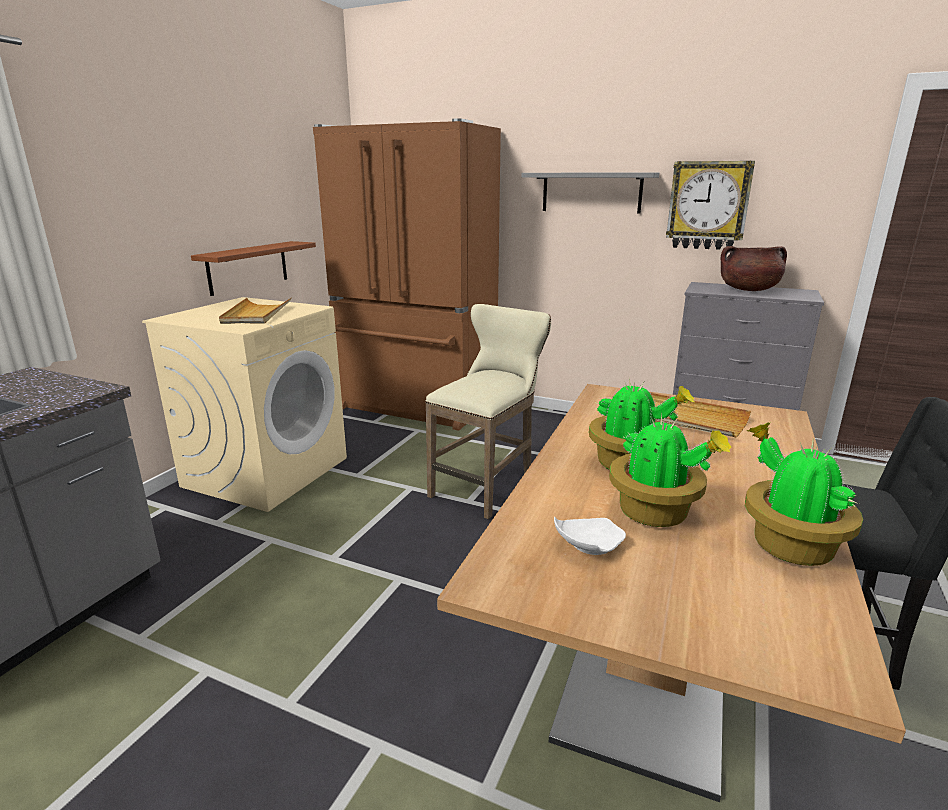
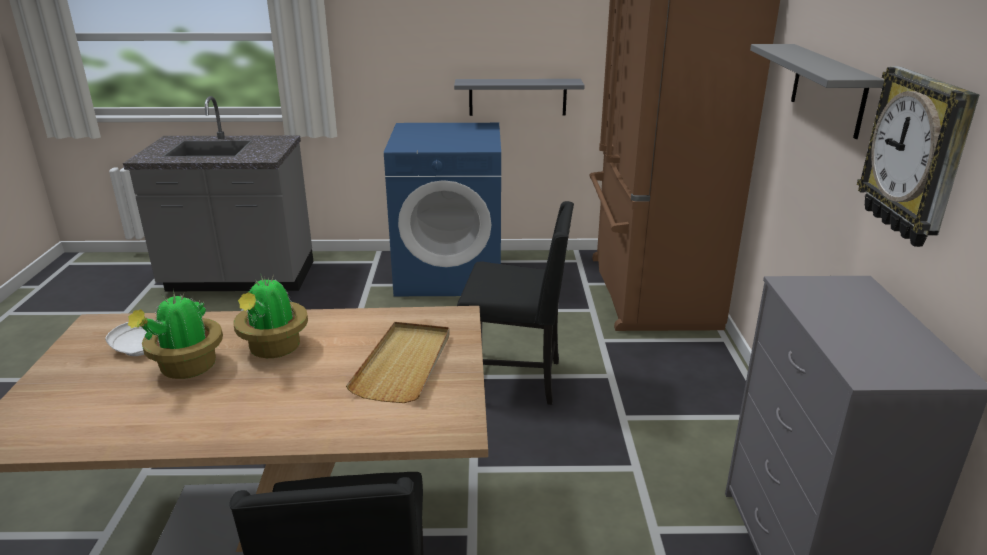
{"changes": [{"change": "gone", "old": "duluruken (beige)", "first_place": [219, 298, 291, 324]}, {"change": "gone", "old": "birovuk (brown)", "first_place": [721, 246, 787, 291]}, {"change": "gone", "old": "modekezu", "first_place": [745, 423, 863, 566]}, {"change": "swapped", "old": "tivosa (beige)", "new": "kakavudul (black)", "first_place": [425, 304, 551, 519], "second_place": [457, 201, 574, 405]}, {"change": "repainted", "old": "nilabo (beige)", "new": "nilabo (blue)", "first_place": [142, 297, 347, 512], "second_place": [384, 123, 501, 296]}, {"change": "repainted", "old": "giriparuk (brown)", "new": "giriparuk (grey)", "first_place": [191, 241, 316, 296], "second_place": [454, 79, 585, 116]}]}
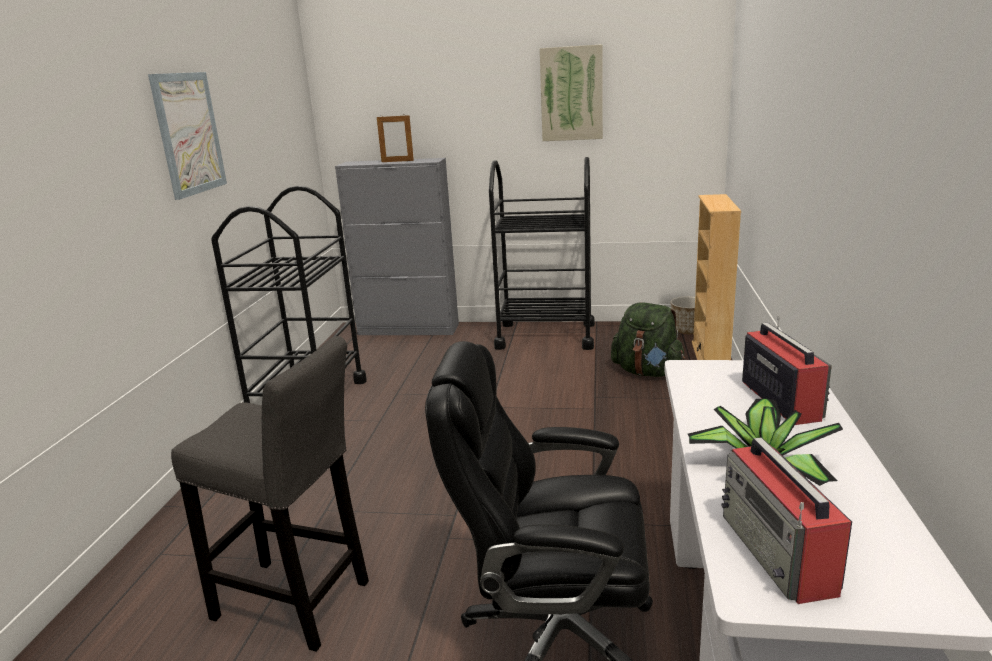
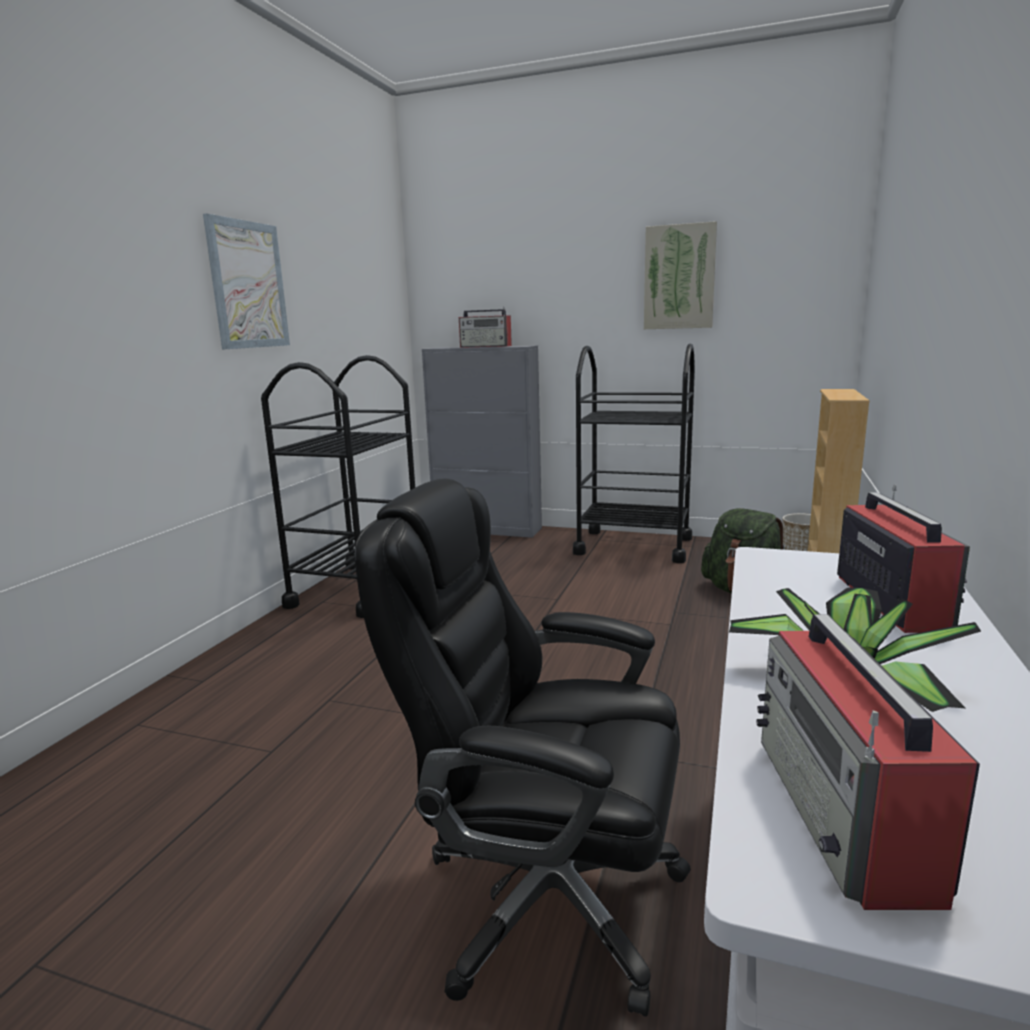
{"changes": [{"change": "gone", "old": "tivosa (grey)", "first_place": [171, 336, 369, 652]}, {"change": "swapped", "old": "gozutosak", "new": "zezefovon", "first_place": [377, 115, 414, 162], "second_place": [459, 307, 512, 348]}]}
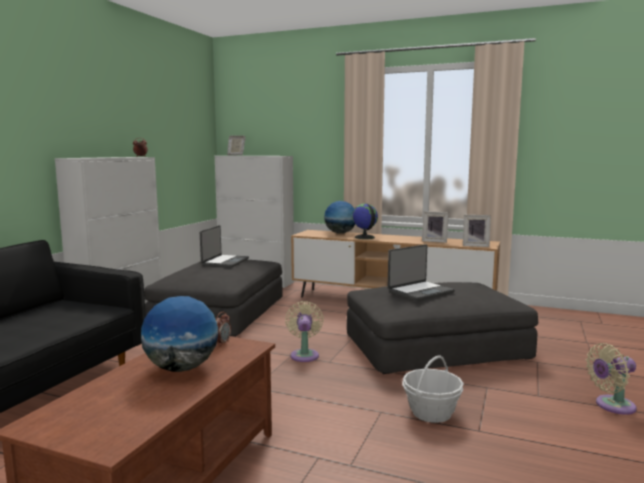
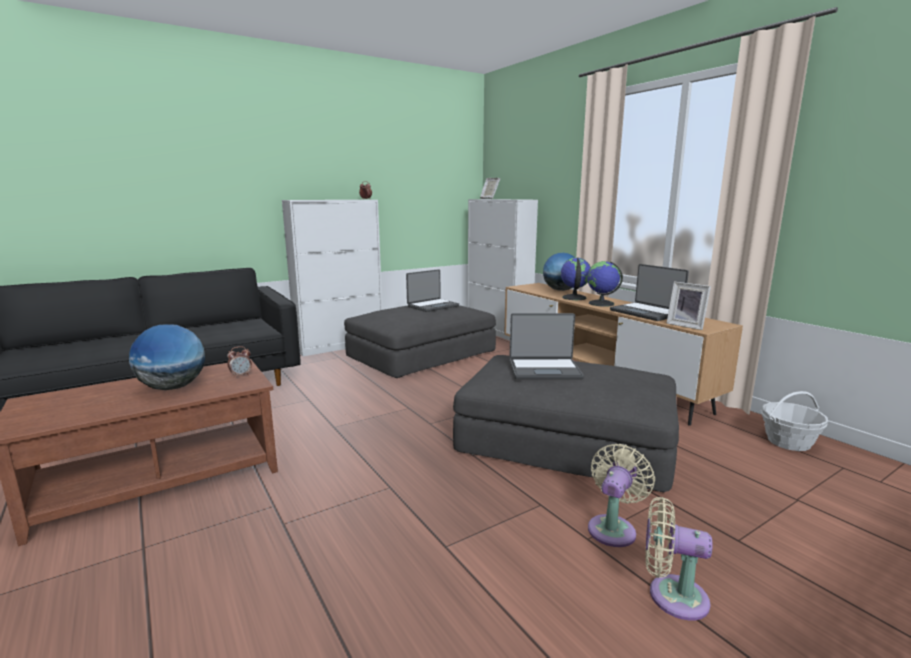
{"changes": [{"change": "new", "new": "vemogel", "second_place": [587, 261, 623, 307]}, {"change": "shifted", "old": "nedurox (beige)", "first_place": [285, 301, 324, 362], "second_place": [588, 444, 655, 547]}, {"change": "shifted", "old": "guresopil", "first_place": [402, 356, 464, 423], "second_place": [761, 391, 828, 451]}, {"change": "swapped", "old": "gozutosak", "new": "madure", "first_place": [422, 211, 449, 243], "second_place": [610, 264, 689, 321]}]}
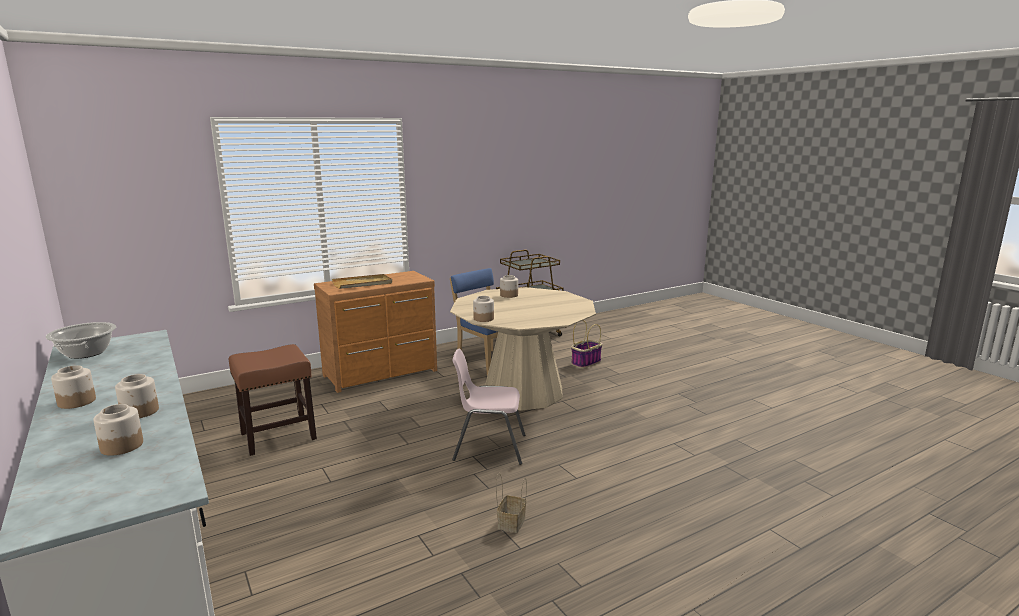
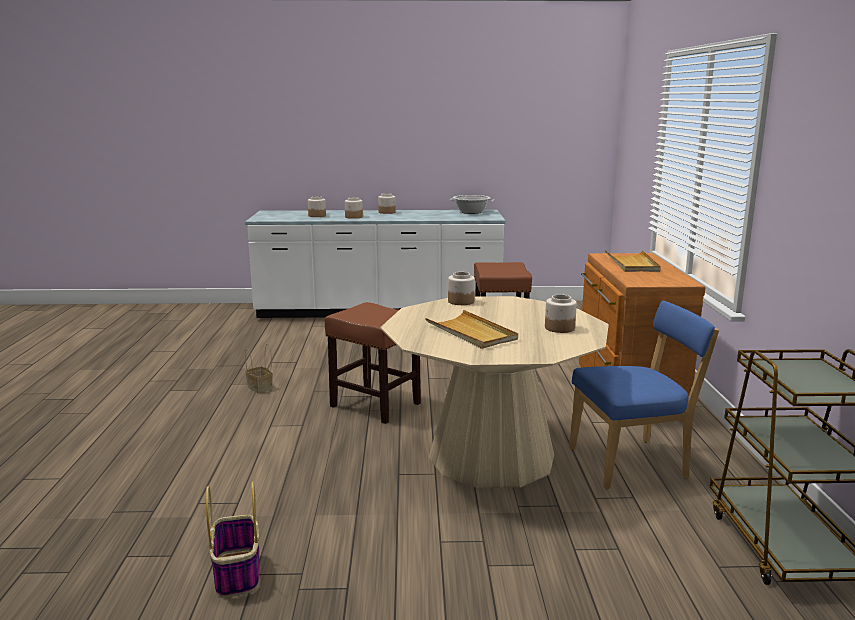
{"changes": [{"change": "new", "new": "duluruken (beige)", "second_place": [425, 310, 518, 349]}, {"change": "shifted", "old": "guresopil", "first_place": [571, 320, 603, 368], "second_place": [206, 481, 259, 598]}, {"change": "swapped", "old": "kakavudul (pink)", "new": "tivosa (brown)", "first_place": [452, 348, 525, 465], "second_place": [324, 302, 421, 424]}]}
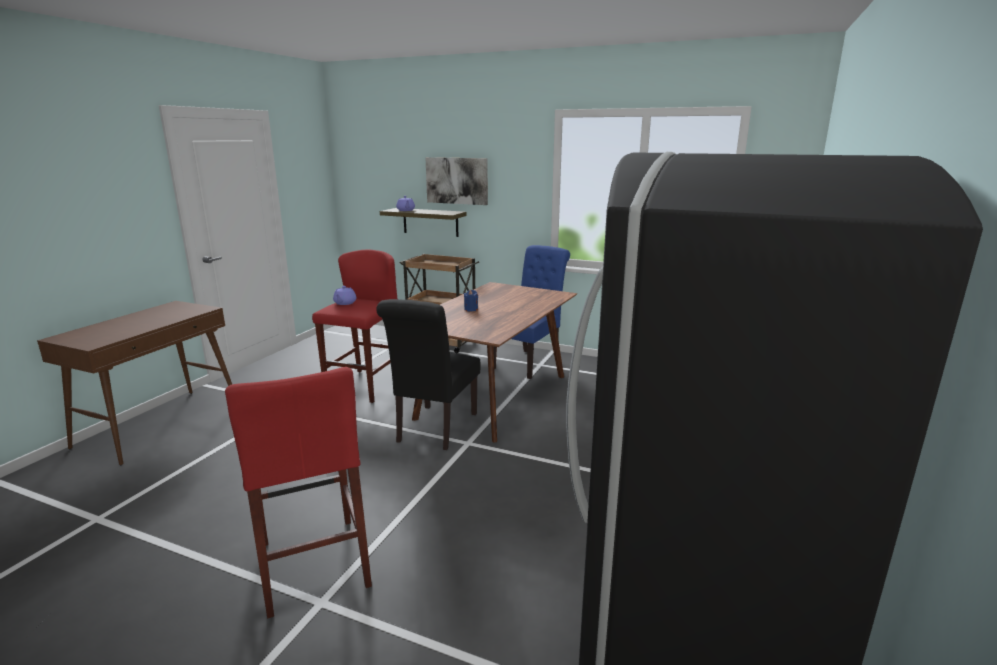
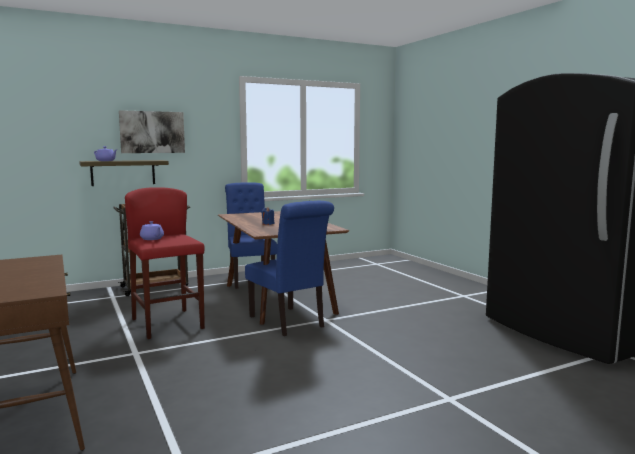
{"changes": [{"change": "gone", "old": "tivosa (red)", "first_place": [225, 367, 372, 618]}, {"change": "repainted", "old": "kakavudul (black)", "new": "kakavudul (blue)", "first_place": [376, 299, 480, 450], "second_place": [245, 201, 334, 336]}]}
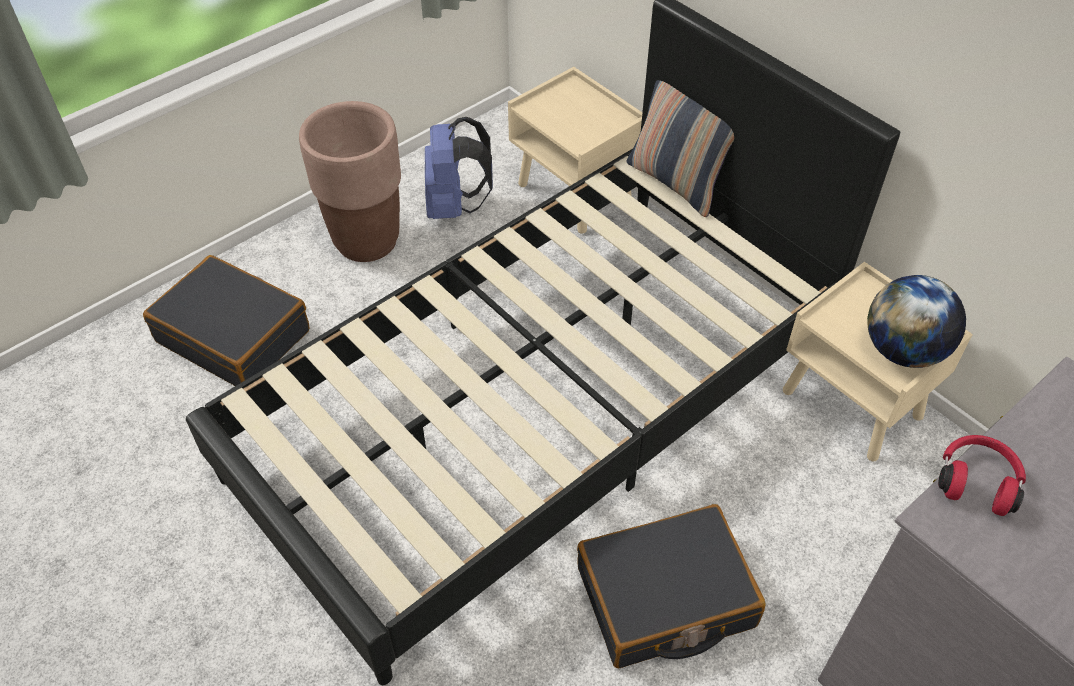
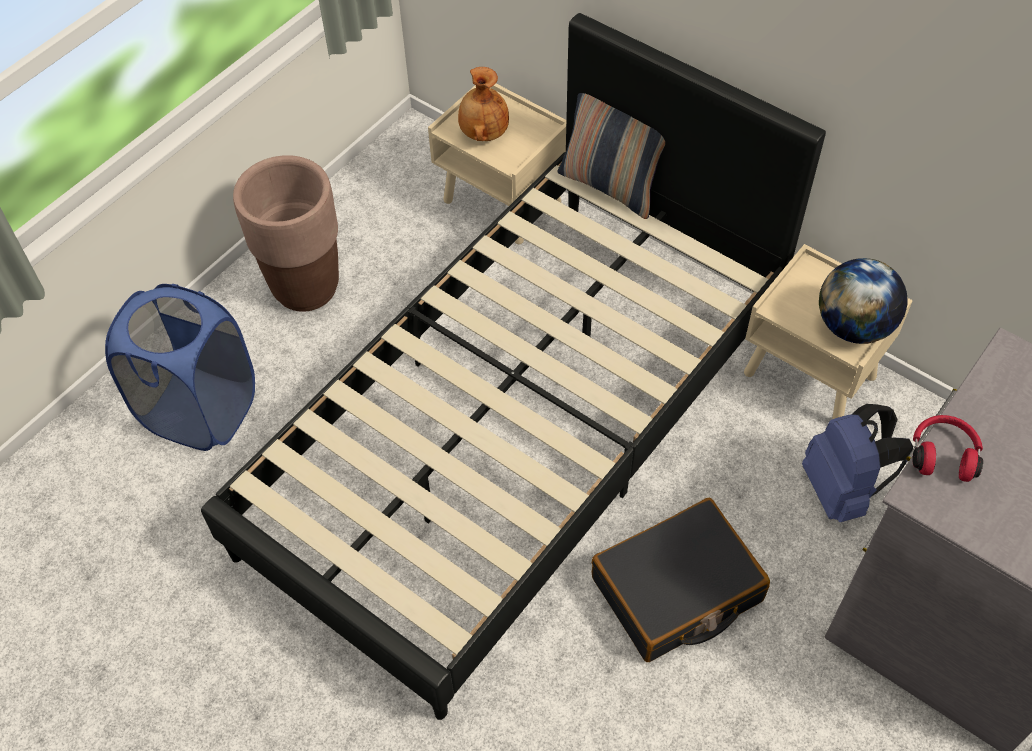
{"changes": [{"change": "new", "new": "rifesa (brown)", "second_place": [458, 67, 509, 141]}, {"change": "shifted", "old": "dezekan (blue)", "first_place": [425, 117, 493, 219], "second_place": [802, 404, 913, 522]}, {"change": "swapped", "old": "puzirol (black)", "new": "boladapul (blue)", "first_place": [143, 255, 310, 386], "second_place": [105, 284, 255, 451]}]}
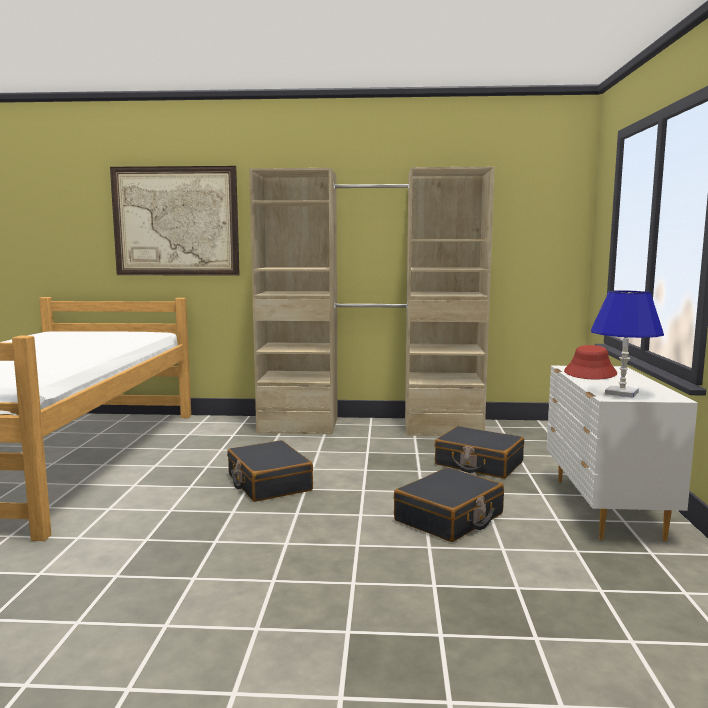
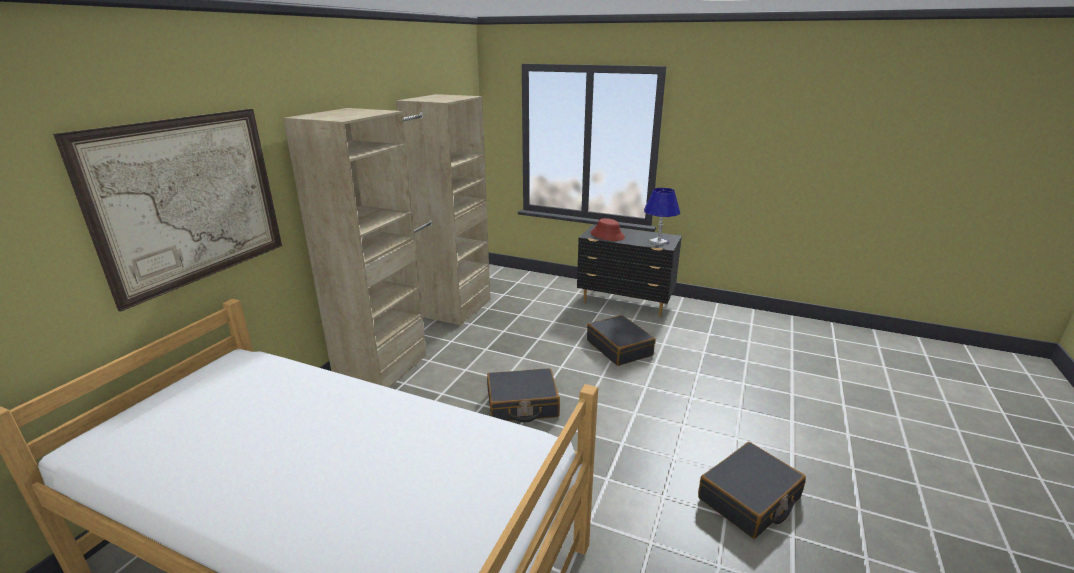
{"changes": [{"change": "shifted", "old": "puzirol (black)", "first_place": [434, 426, 524, 479], "second_place": [698, 442, 806, 539]}, {"change": "repainted", "old": "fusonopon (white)", "new": "fusonopon (black)", "first_place": [546, 366, 698, 541], "second_place": [577, 224, 682, 317]}]}
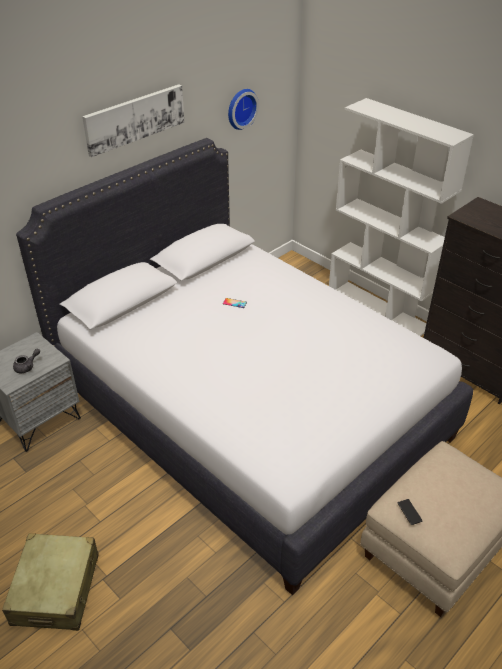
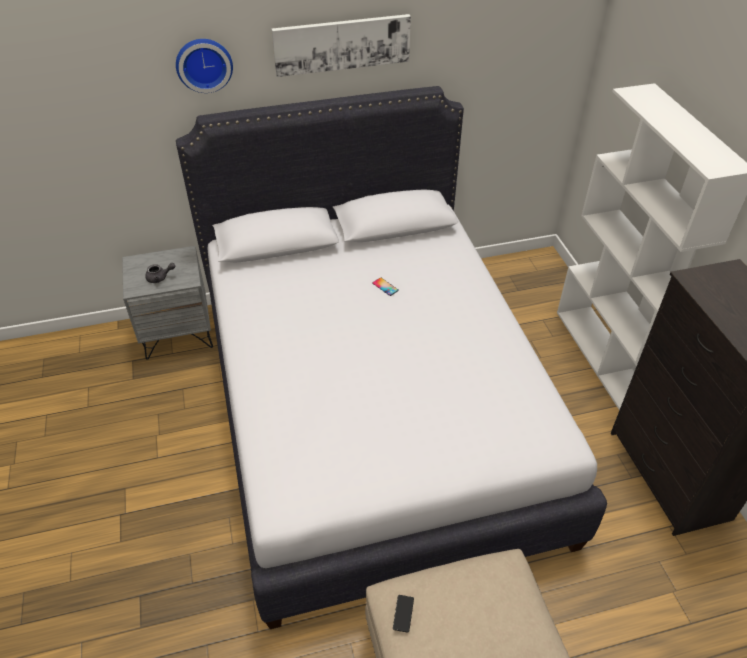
{"changes": [{"change": "gone", "old": "puzirol (beige)", "first_place": [2, 533, 99, 631]}, {"change": "shifted", "old": "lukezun", "first_place": [228, 89, 259, 130], "second_place": [176, 39, 233, 93]}]}
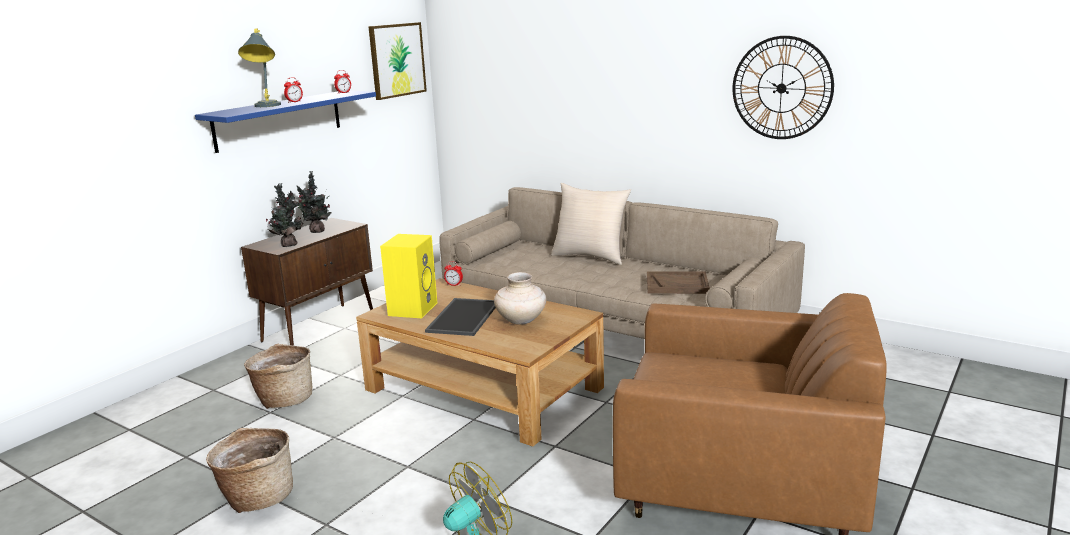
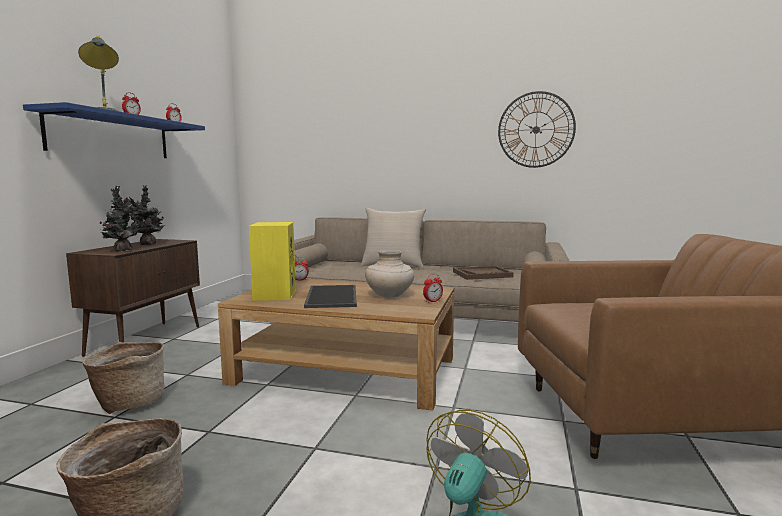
{"changes": [{"change": "gone", "old": "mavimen", "first_place": [368, 22, 427, 100]}, {"change": "new", "new": "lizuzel", "second_place": [423, 274, 443, 303]}]}
